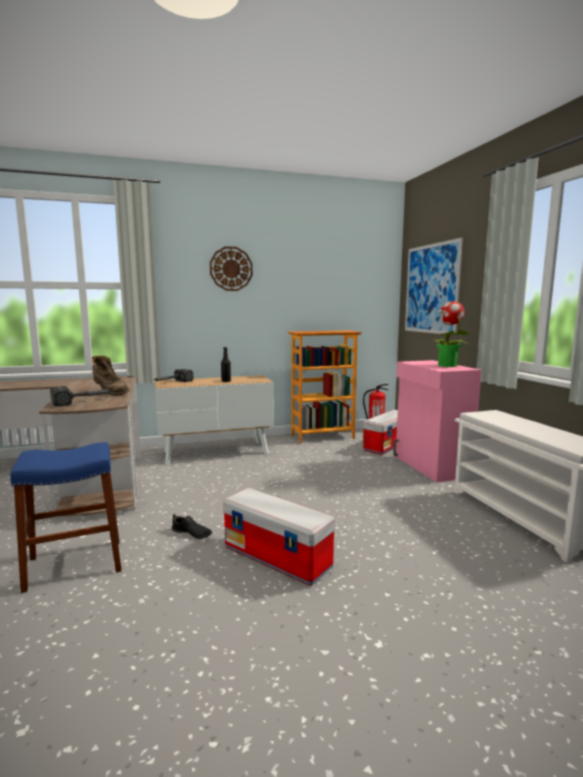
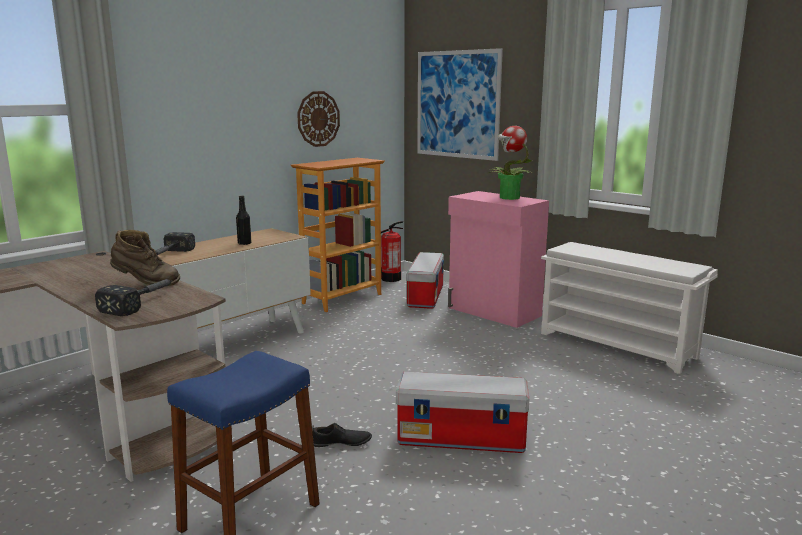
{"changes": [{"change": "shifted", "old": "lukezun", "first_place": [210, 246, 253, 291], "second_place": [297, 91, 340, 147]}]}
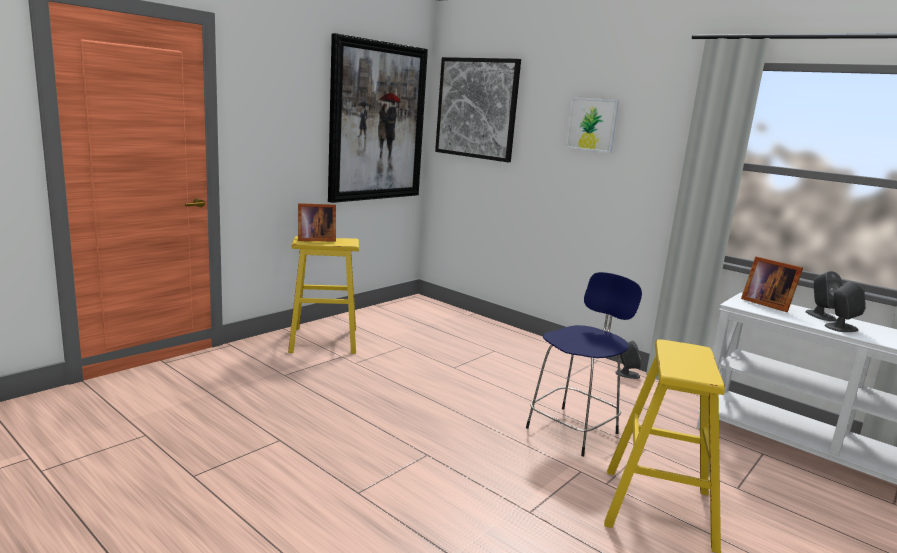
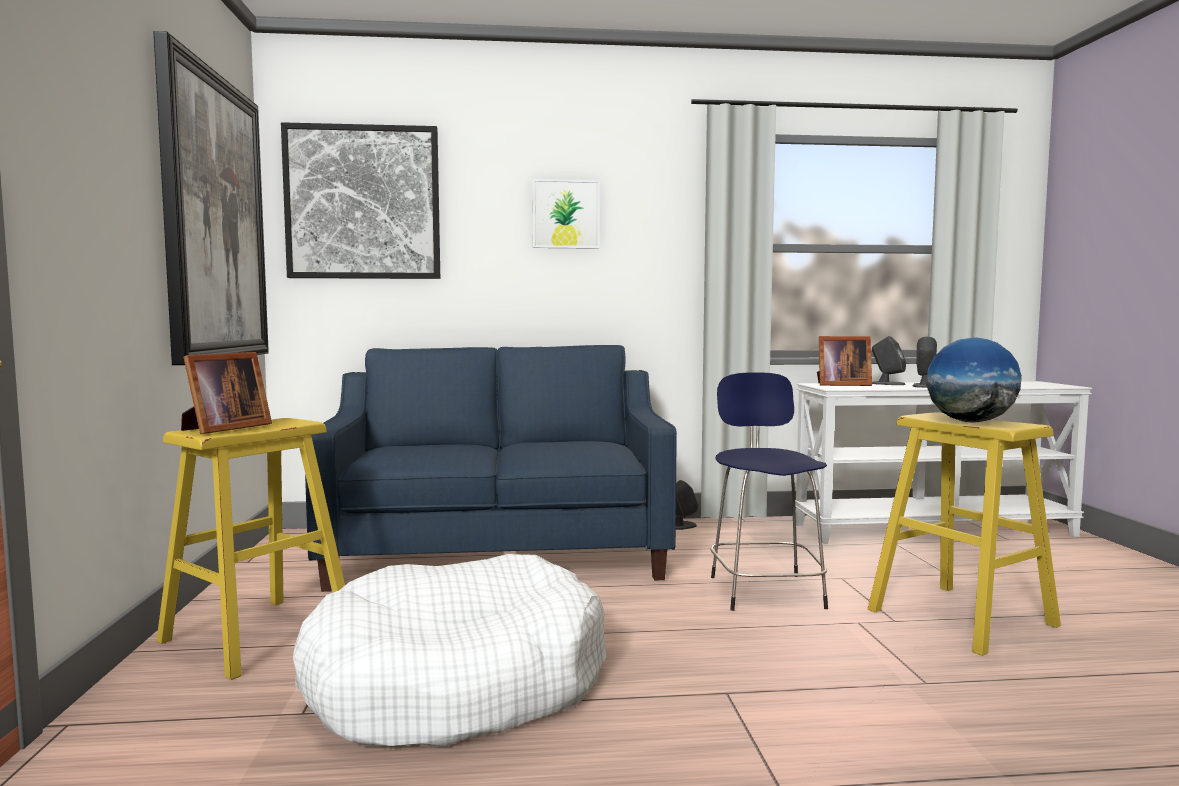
{"changes": [{"change": "new", "new": "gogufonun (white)", "second_place": [293, 554, 606, 747]}, {"change": "new", "new": "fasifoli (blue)", "second_place": [305, 345, 677, 592]}, {"change": "new", "new": "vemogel", "second_place": [926, 338, 1022, 423]}]}
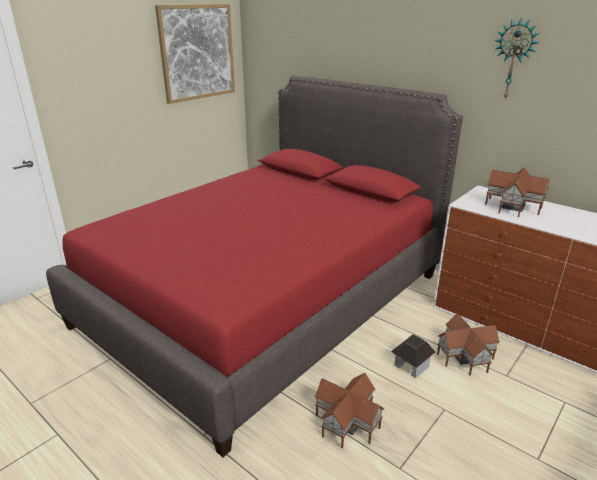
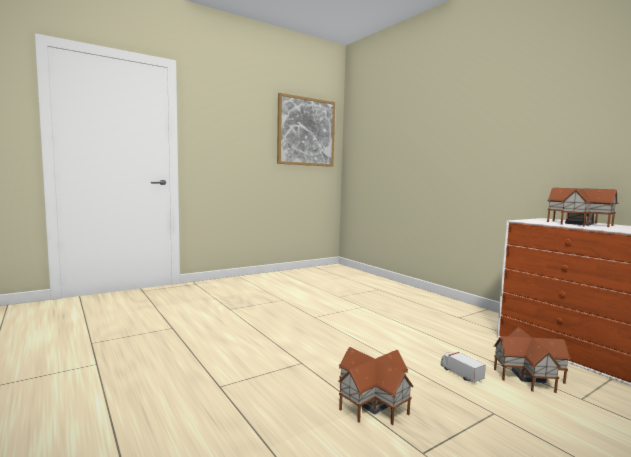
{"changes": [{"change": "gone", "old": "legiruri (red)", "first_place": [46, 75, 463, 457]}, {"change": "gone", "old": "lukezun", "first_place": [494, 18, 540, 99]}, {"change": "swapped", "old": "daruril", "new": "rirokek", "first_place": [391, 334, 435, 379], "second_place": [441, 352, 486, 383]}]}
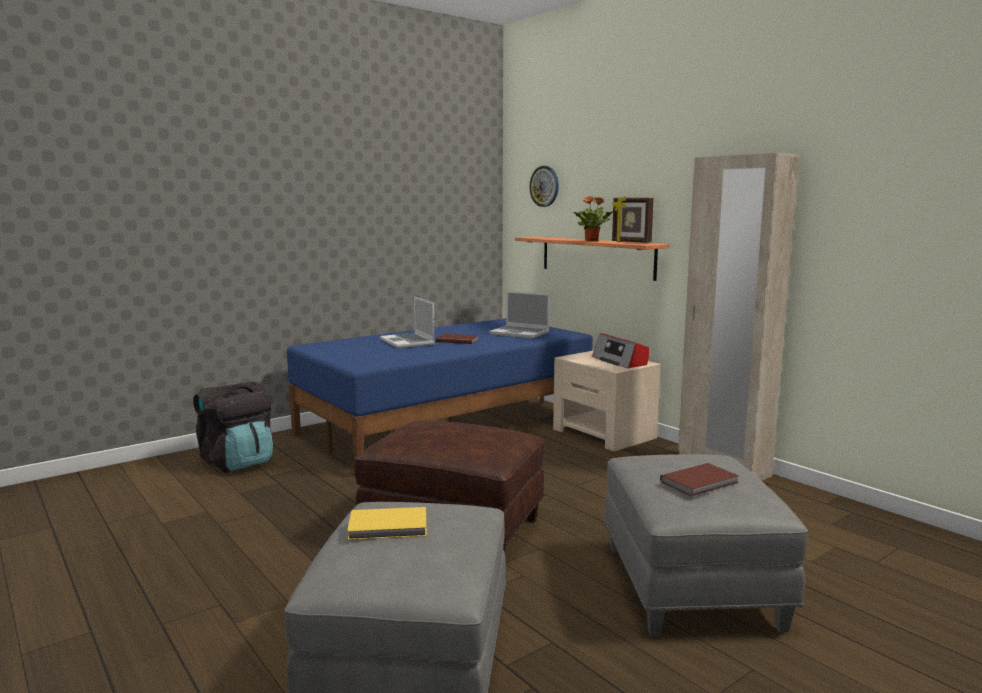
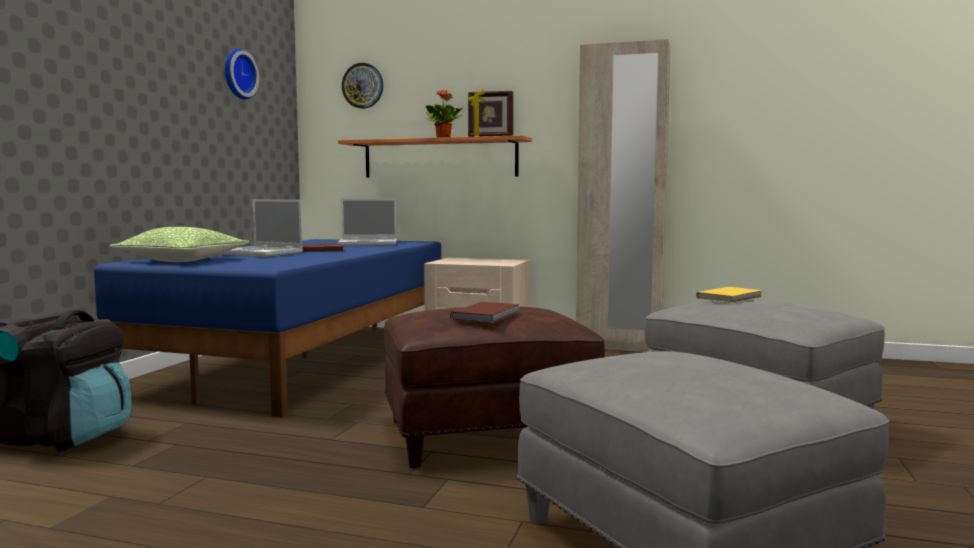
{"changes": [{"change": "gone", "old": "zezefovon", "first_place": [592, 333, 649, 368]}, {"change": "new", "new": "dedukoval", "second_place": [110, 227, 250, 262]}, {"change": "new", "new": "lukezun", "second_place": [224, 48, 259, 99]}, {"change": "shifted", "old": "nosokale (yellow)", "first_place": [347, 507, 427, 540], "second_place": [696, 287, 763, 303]}, {"change": "shifted", "old": "nosokale (brown)", "first_place": [660, 463, 739, 497], "second_place": [450, 302, 520, 323]}]}
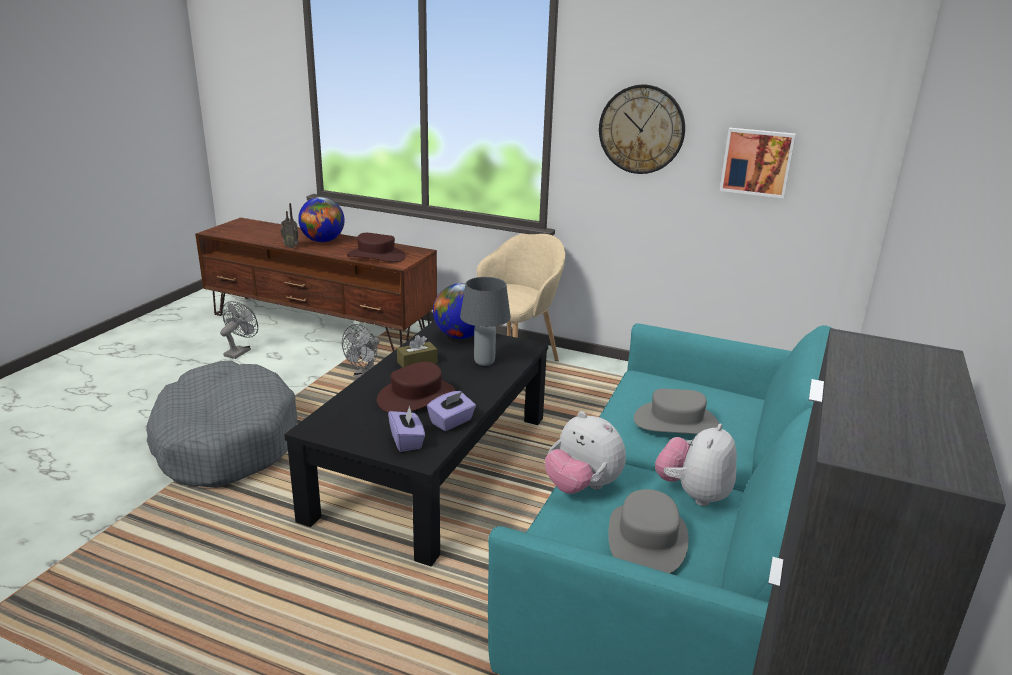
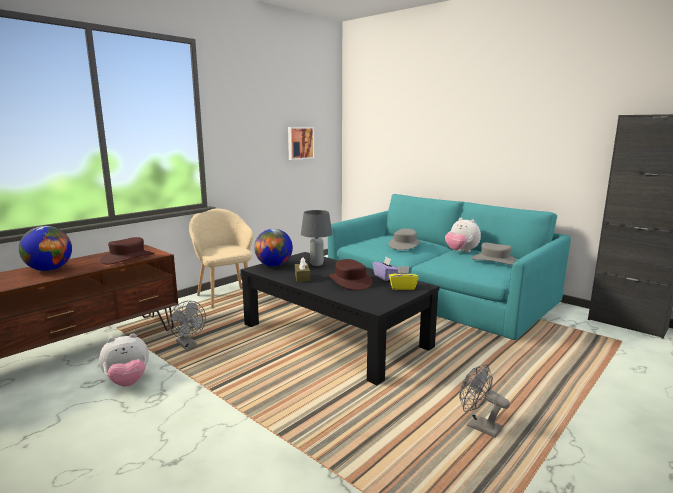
{"changes": [{"change": "gone", "old": "gogufonun (grey)", "first_place": [147, 361, 297, 488]}, {"change": "gone", "old": "zezefovon", "first_place": [280, 203, 299, 248]}, {"change": "gone", "old": "lukezun", "first_place": [599, 85, 685, 174]}, {"change": "shifted", "old": "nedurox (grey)", "first_place": [220, 301, 258, 359], "second_place": [459, 364, 510, 438]}, {"change": "shifted", "old": "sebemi", "first_place": [545, 411, 626, 494], "second_place": [99, 333, 149, 387]}, {"change": "repainted", "old": "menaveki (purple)", "new": "menaveki (yellow)", "first_place": [388, 406, 425, 452], "second_place": [389, 266, 419, 290]}]}
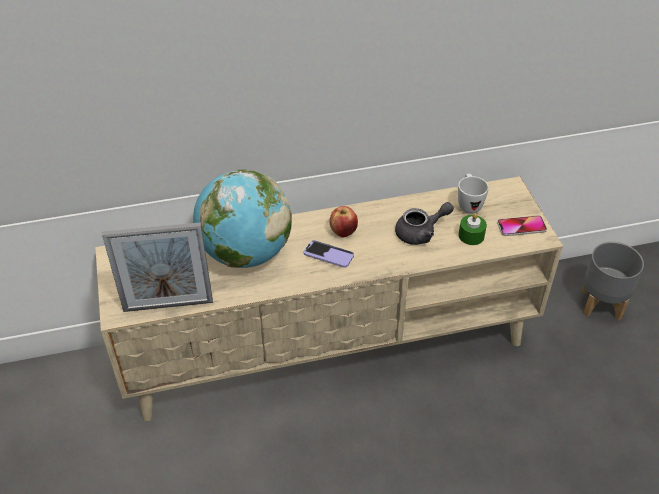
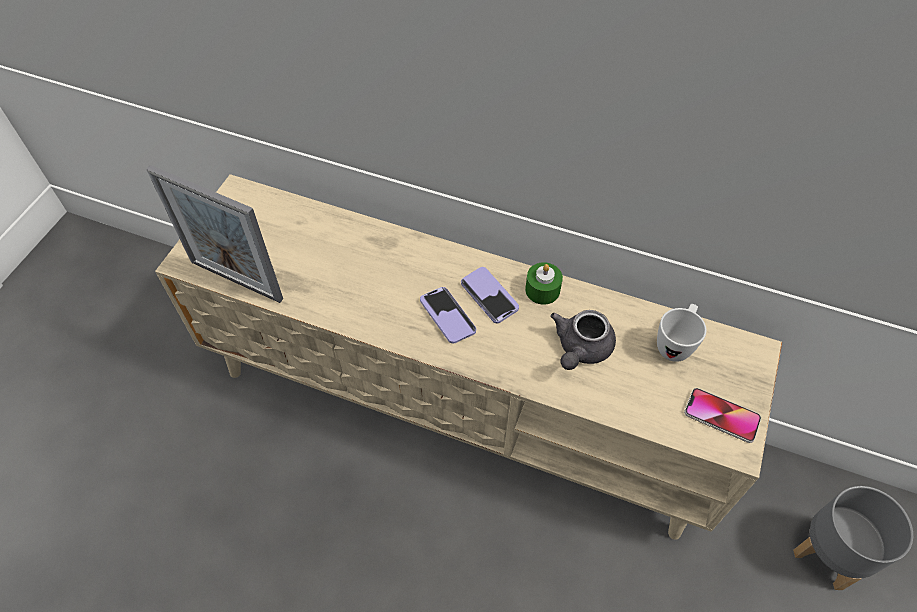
{"changes": [{"change": "gone", "old": "vemogel", "first_place": [193, 169, 292, 268]}, {"change": "shifted", "old": "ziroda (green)", "first_place": [459, 213, 487, 245], "second_place": [525, 262, 563, 305]}, {"change": "swapped", "old": "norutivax", "new": "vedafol", "first_place": [329, 206, 358, 237], "second_place": [461, 267, 519, 323]}, {"change": "rotated", "old": "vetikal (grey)", "first_place": [395, 202, 454, 245], "second_place": [550, 310, 616, 370], "degrees": 105}]}
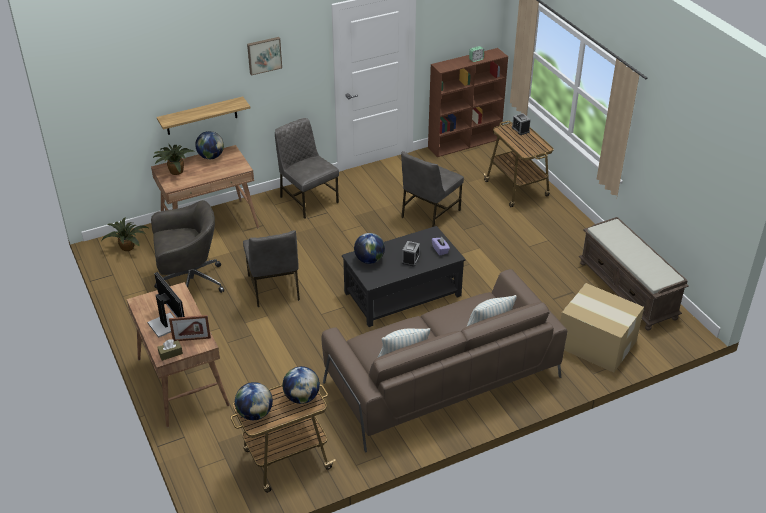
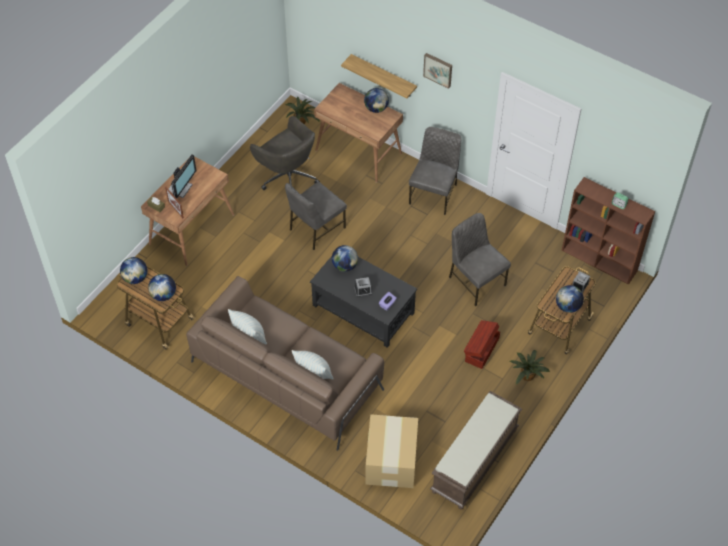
{"changes": [{"change": "new", "new": "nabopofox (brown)", "second_place": [464, 320, 500, 369]}, {"change": "new", "new": "vemogel", "second_place": [556, 285, 584, 313]}, {"change": "shifted", "old": "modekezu", "first_place": [153, 144, 195, 175], "second_place": [509, 350, 550, 385]}, {"change": "rotated", "old": "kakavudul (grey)", "first_place": [401, 151, 464, 227], "second_place": [449, 213, 511, 306], "degrees": 45}]}
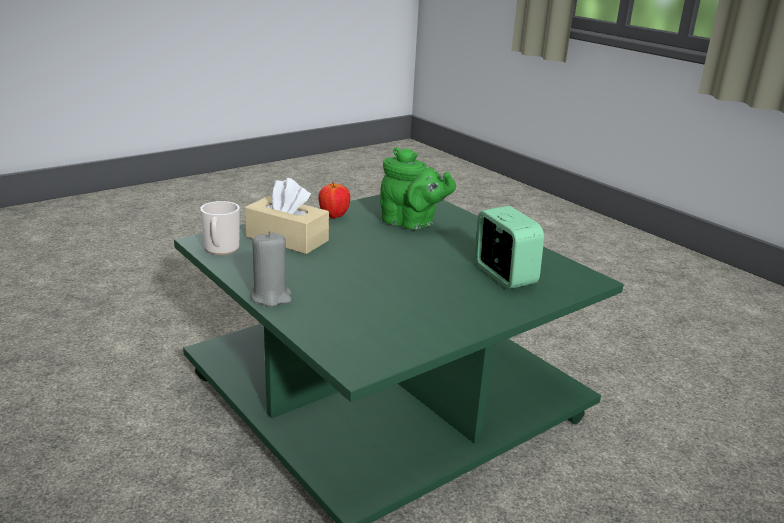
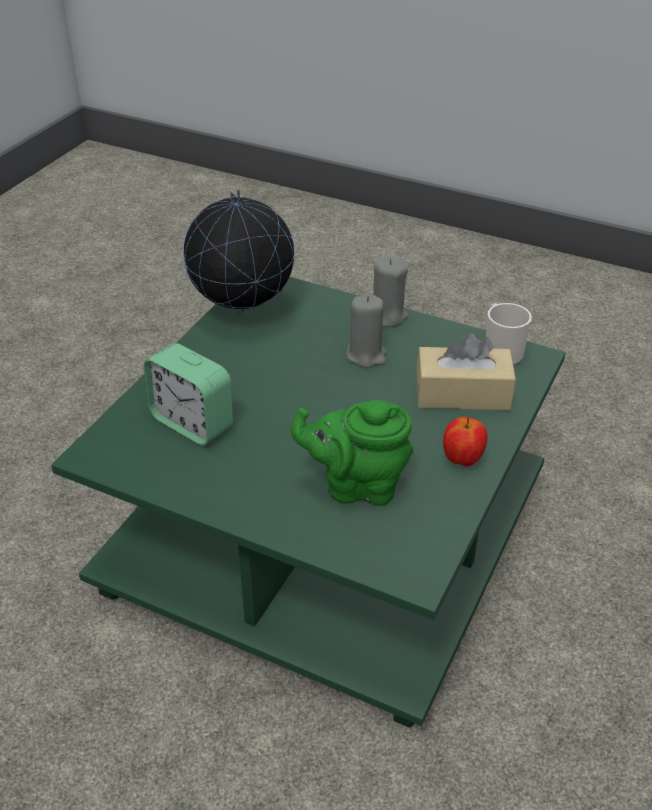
{"changes": [{"change": "new", "new": "vemogel", "second_place": [183, 189, 295, 314]}, {"change": "new", "new": "ziroda (grey)", "second_place": [347, 294, 386, 368]}]}
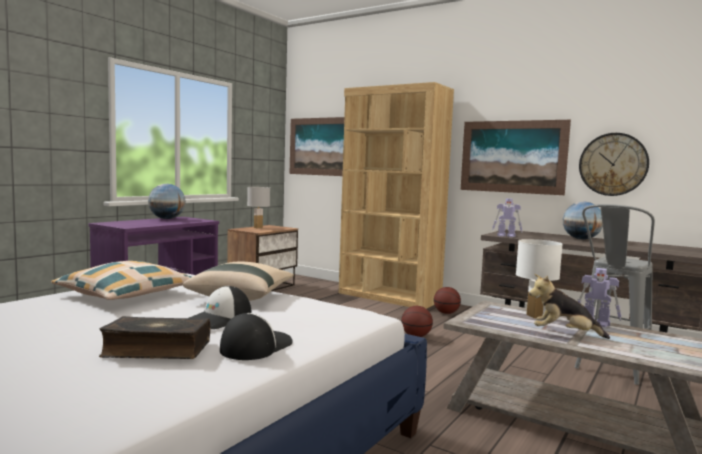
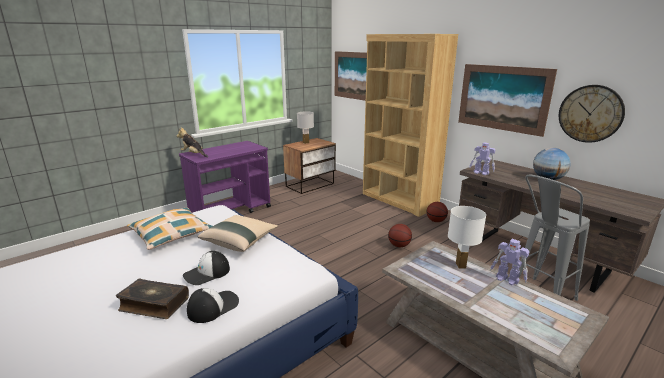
{"changes": [{"change": "gone", "old": "vemogel", "first_place": [148, 184, 186, 219]}, {"change": "shifted", "old": "sebemi", "first_place": [529, 274, 610, 339], "second_place": [177, 127, 208, 157]}]}
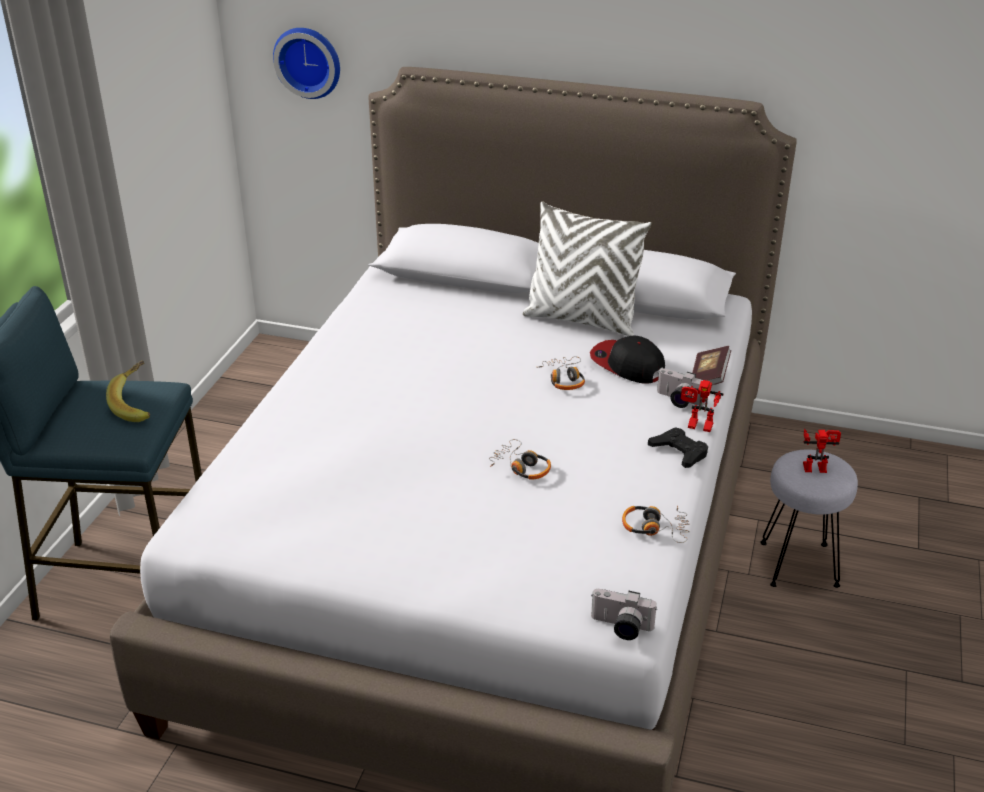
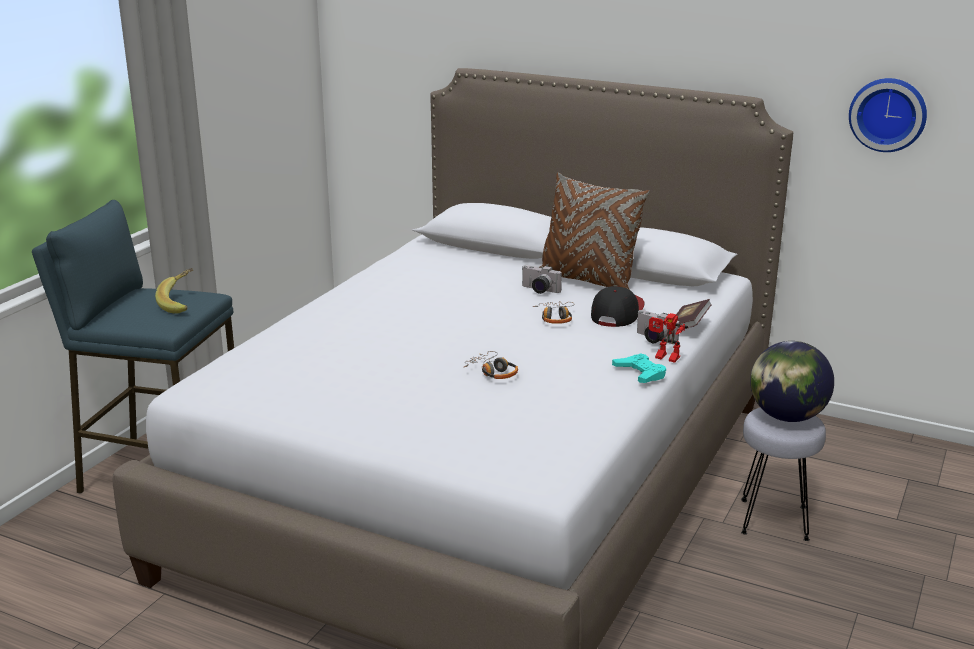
{"changes": [{"change": "gone", "old": "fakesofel", "first_place": [622, 506, 690, 543]}, {"change": "shifted", "old": "lukezun", "first_place": [273, 28, 340, 99], "second_place": [849, 78, 927, 152]}, {"change": "shifted", "old": "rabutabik", "first_place": [591, 589, 657, 640], "second_place": [521, 265, 562, 294]}, {"change": "swapped", "old": "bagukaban", "new": "vemogel", "first_place": [803, 429, 841, 473], "second_place": [750, 341, 834, 422]}, {"change": "repainted", "old": "dedukoval (white)", "new": "dedukoval (brown)", "first_place": [522, 201, 652, 336], "second_place": [540, 173, 650, 290]}, {"change": "repainted", "old": "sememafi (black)", "new": "sememafi (turquoise)", "first_place": [648, 427, 708, 468], "second_place": [612, 353, 666, 383]}, {"change": "rotated", "old": "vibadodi", "first_place": [590, 335, 665, 384], "second_place": [591, 286, 645, 327], "degrees": 60}]}
